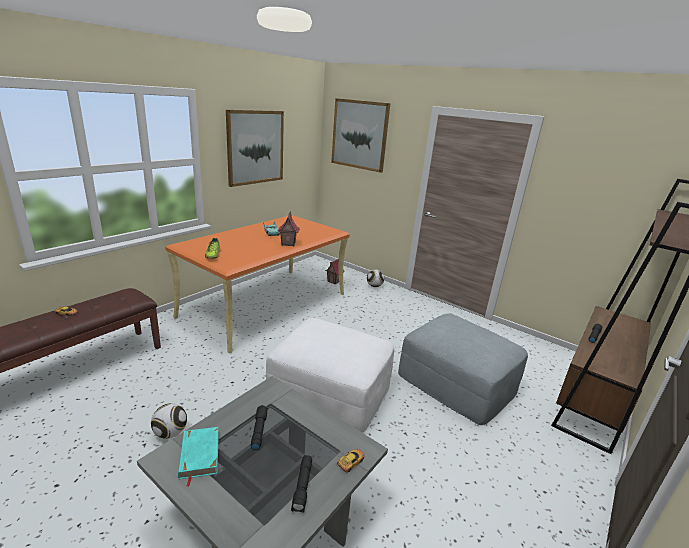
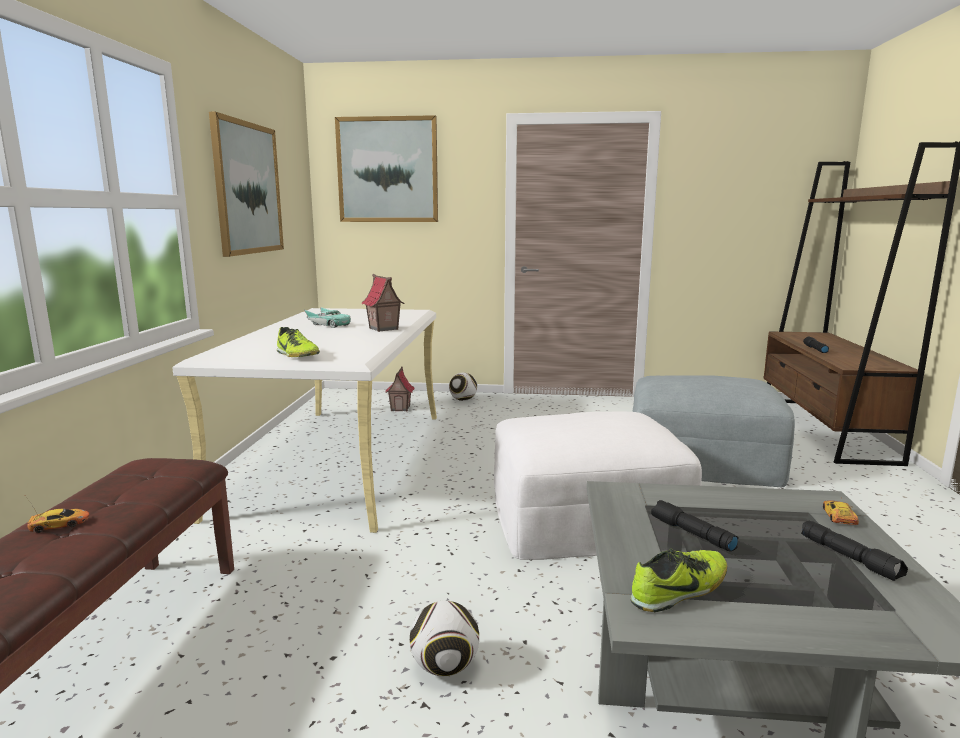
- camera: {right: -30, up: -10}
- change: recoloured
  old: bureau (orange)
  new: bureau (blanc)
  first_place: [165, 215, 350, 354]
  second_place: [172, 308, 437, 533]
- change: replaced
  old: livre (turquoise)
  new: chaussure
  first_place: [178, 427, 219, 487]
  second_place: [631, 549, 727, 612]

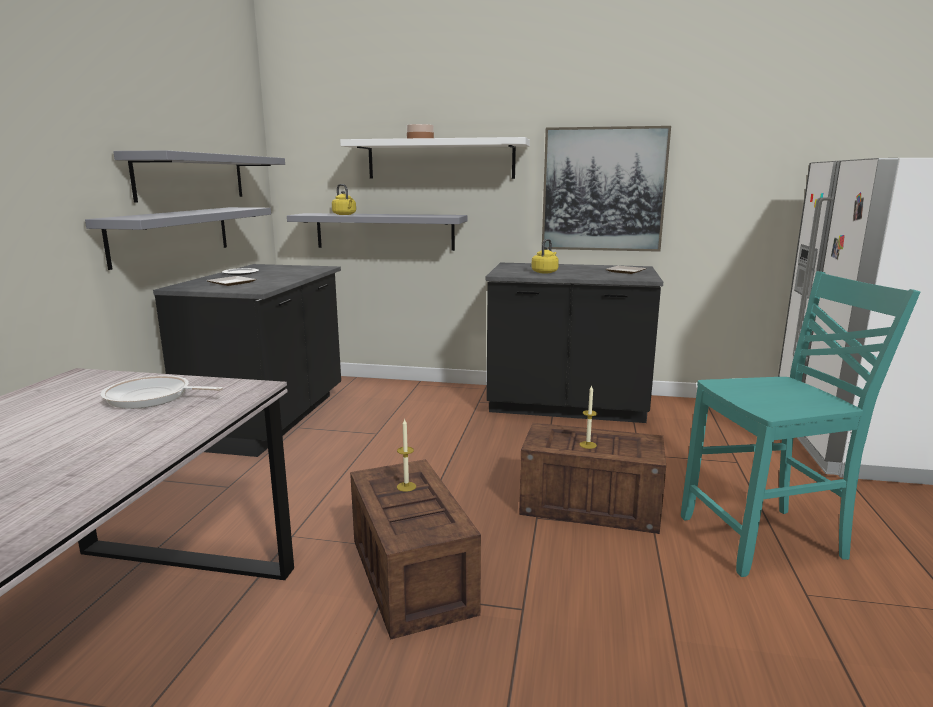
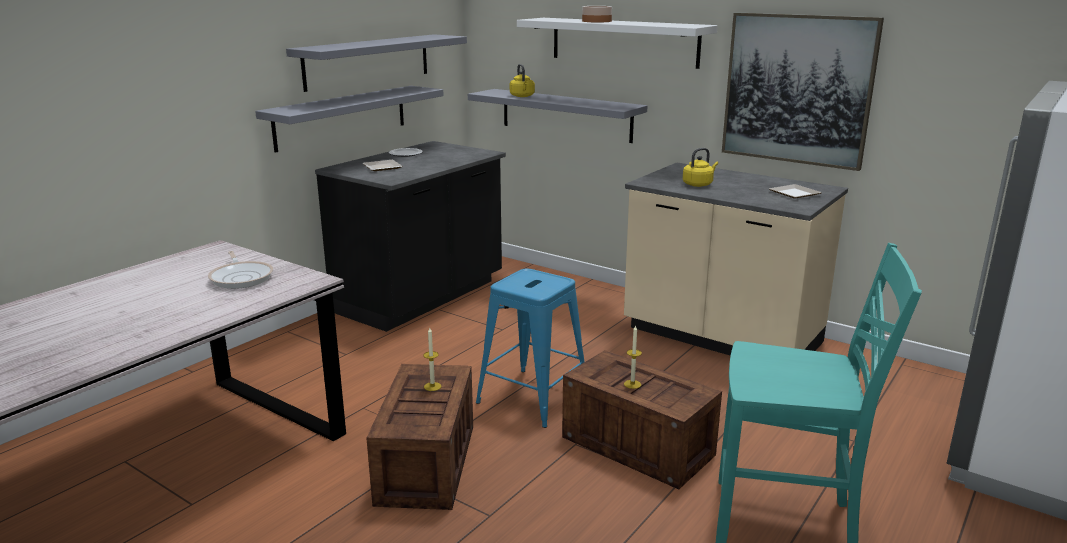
- camera: {right: 25, up: 5}
- change: recoloured
  old: comptoir de cuisine (noir)
  new: comptoir de cuisine (beige)
  first_place: [486, 263, 663, 423]
  second_place: [624, 162, 848, 356]
- change: turned
  old: poêle
  first_place: [101, 375, 223, 409]
  second_place: [208, 251, 273, 289]
  degrees: -150
- change: added
  new: tabouret (bleu)
  second_place: [476, 268, 584, 428]

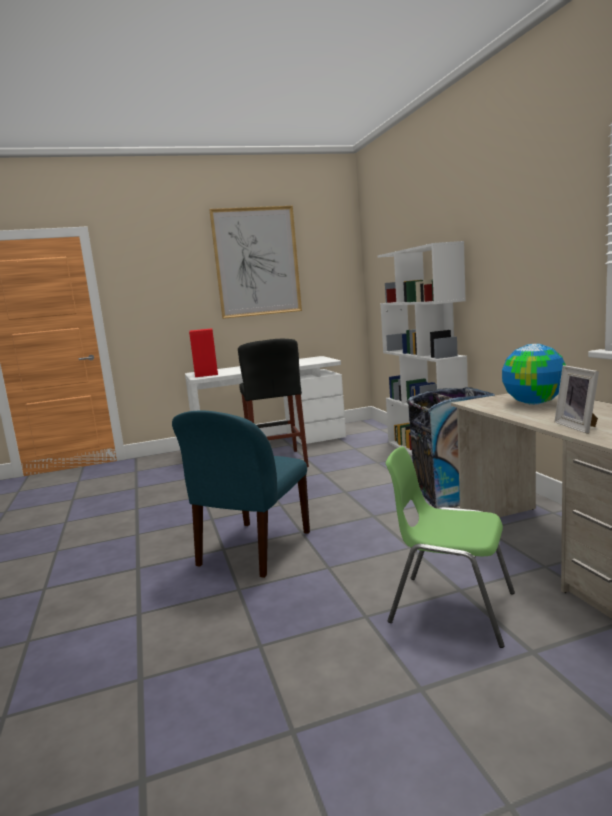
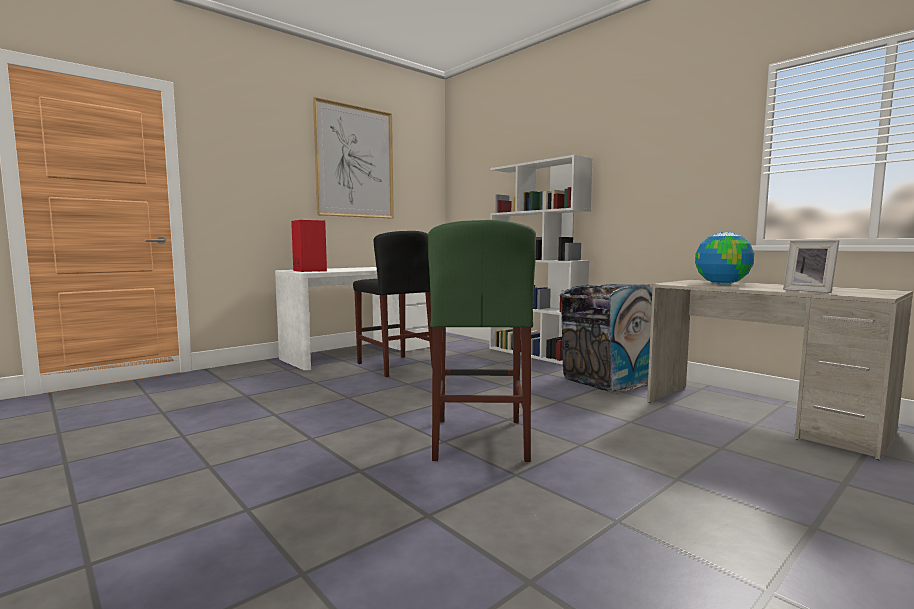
- camera: {right: -25, up: -5}
- change: replaced
  old: chaise (bleu)
  new: tabouret (vert)
  first_place: [172, 411, 310, 578]
  second_place: [428, 220, 536, 462]
- change: removed
  old: chaise (vert)
  first_place: [386, 447, 515, 648]

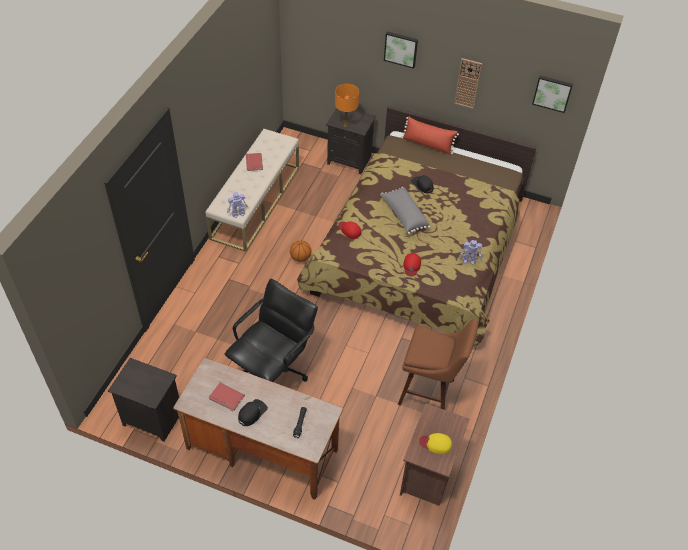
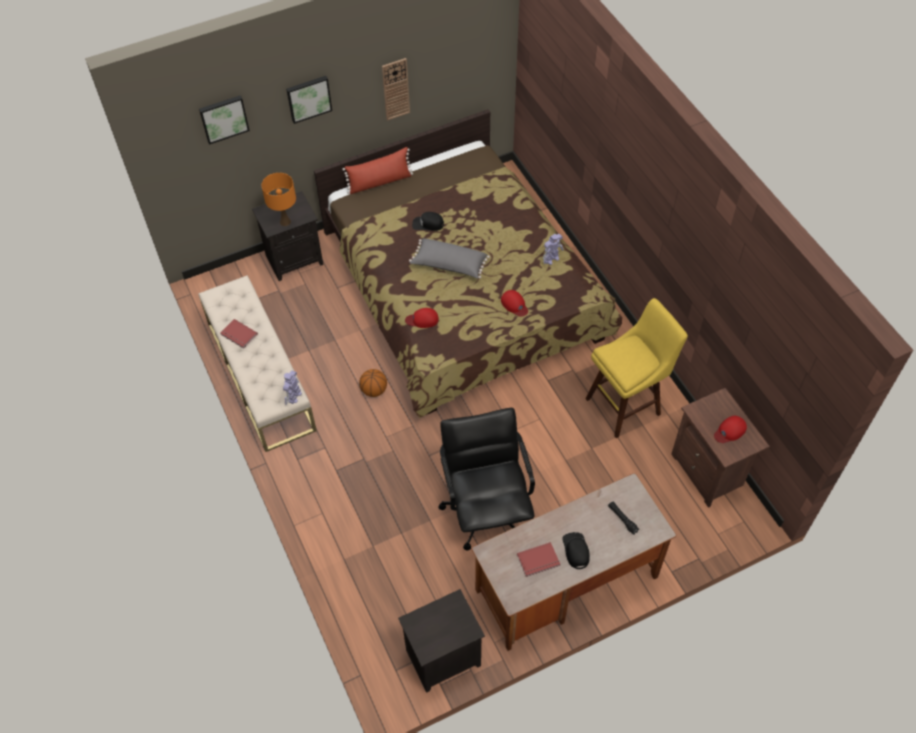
- camera: {right: -45, up: 5}
- change: moved
  old: tableau
  first_place: [532, 76, 573, 113]
  second_place: [199, 95, 250, 145]
- change: recoloured
  old: tabouret (marron)
  new: tabouret (jaune)
  first_place: [398, 319, 479, 410]
  second_place: [586, 298, 688, 438]
- change: recoloured
  old: casquette (jaune)
  new: casquette (rouge)
  first_place: [419, 433, 452, 454]
  second_place: [714, 416, 747, 443]

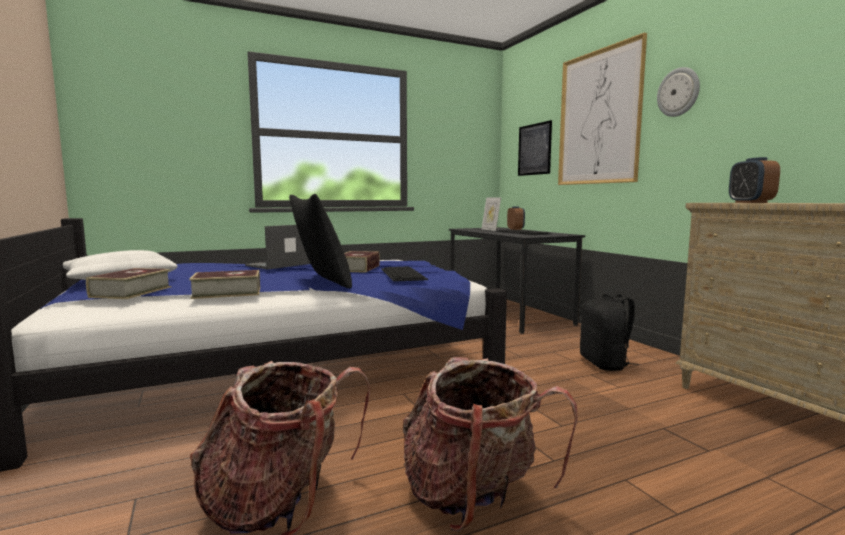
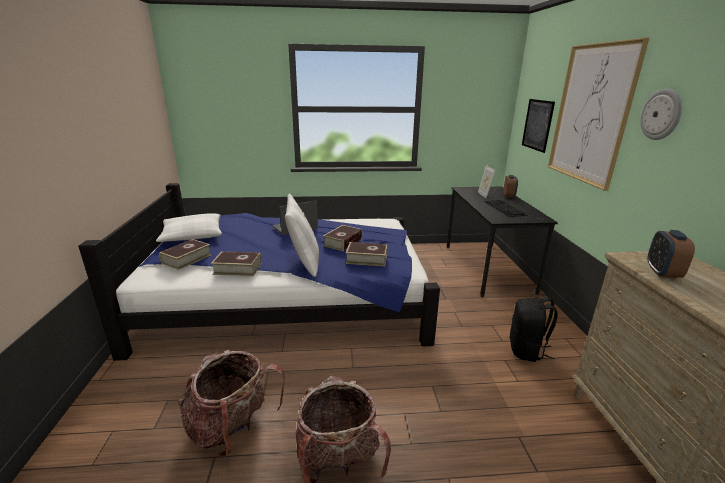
- camera: {right: 20, up: 15}
- change: recoloured
  old: coussin (noir)
  new: coussin (blanc)
  first_place: [289, 194, 352, 288]
  second_place: [285, 194, 319, 277]
- change: replaced
  old: clavier
  new: livre
  first_place: [381, 266, 428, 282]
  second_place: [346, 242, 387, 266]

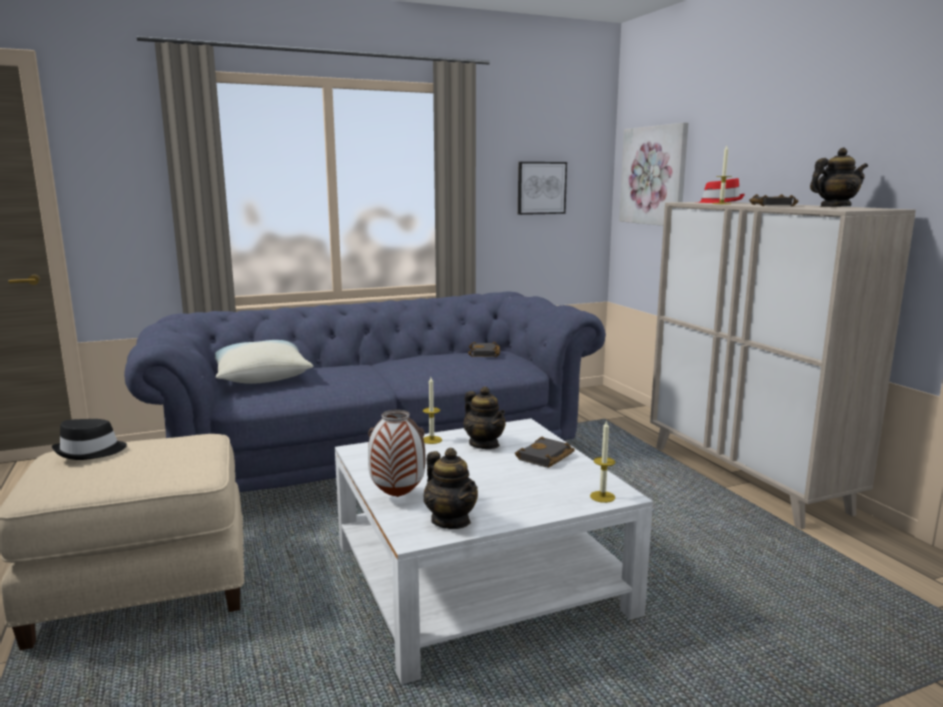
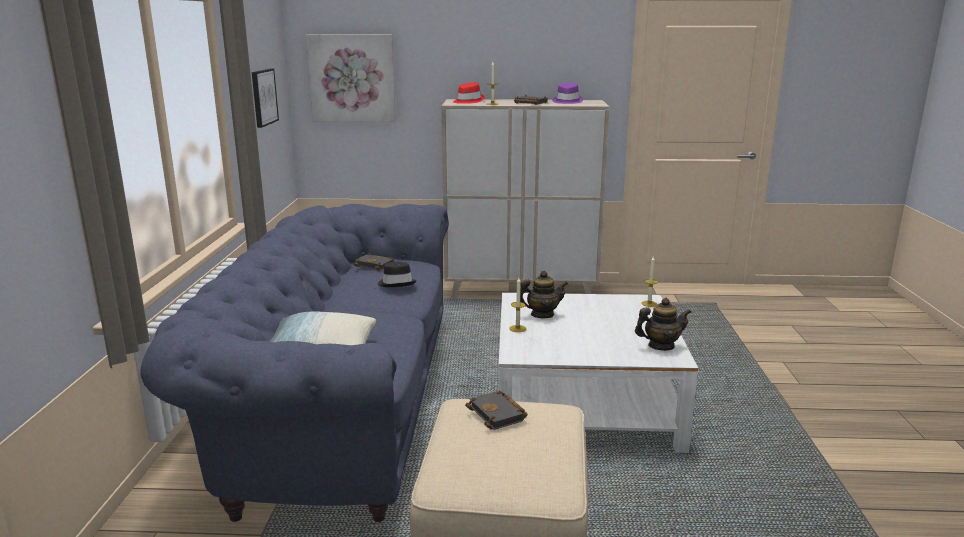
- camera: {right: -65, up: 5}
- change: replaced
  old: théière
  new: chapeau (violet)
  first_place: [810, 148, 868, 207]
  second_place: [552, 83, 583, 104]
- change: removed
  old: vase
  first_place: [368, 410, 425, 497]
- change: moved
  old: chapeau (noir)
  first_place: [52, 419, 127, 460]
  second_place: [378, 262, 417, 287]
- change: moved
  old: livre (noir)
  first_place: [515, 437, 575, 468]
  second_place: [465, 391, 528, 430]

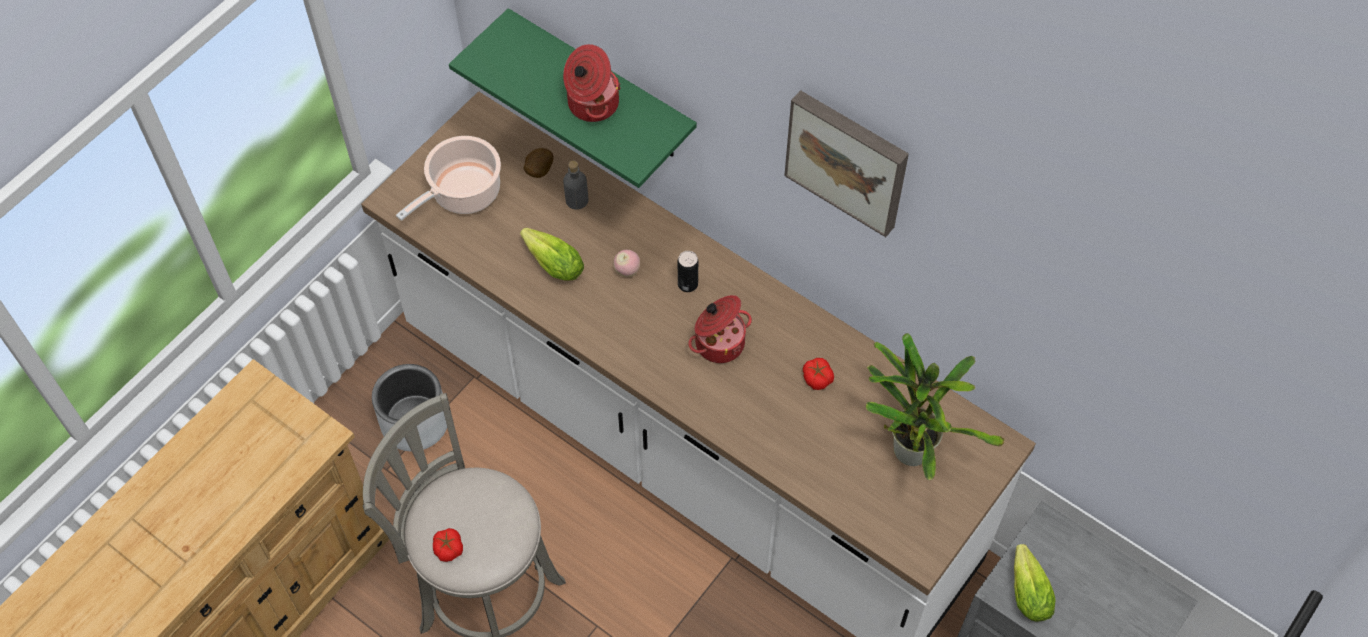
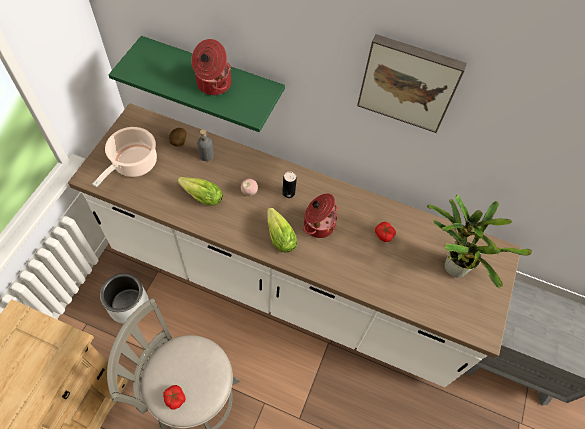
- camera: {right: -20, up: 0}
- change: moved
  old: laitue
  first_place: [1014, 544, 1056, 622]
  second_place: [267, 208, 297, 253]

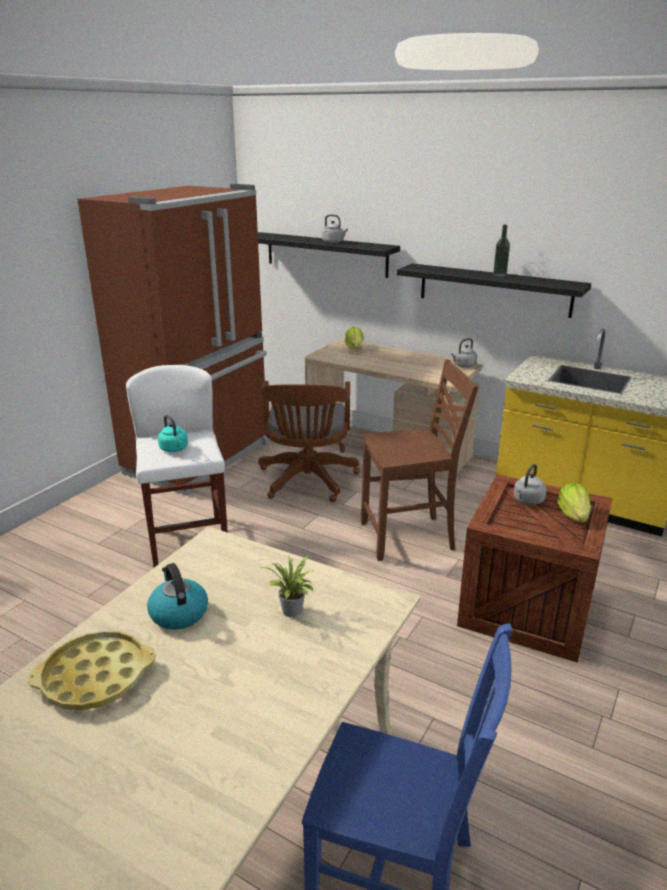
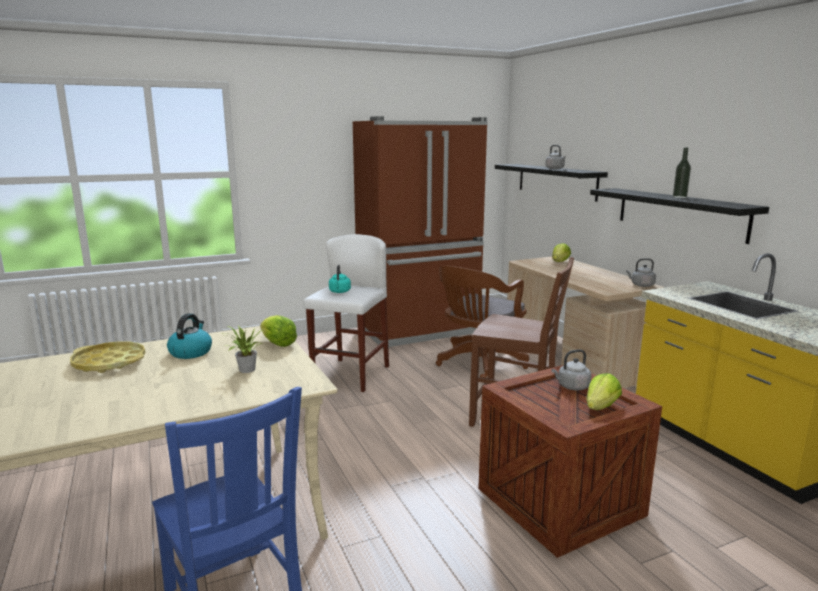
- camera: {right: 35, up: -10}
- change: added
  new: laitue
  second_place: [260, 315, 297, 347]

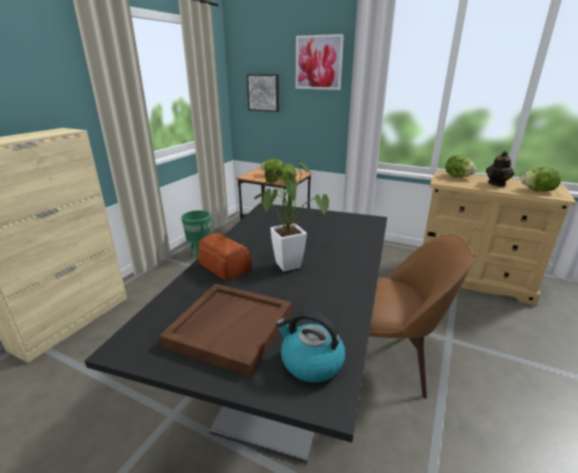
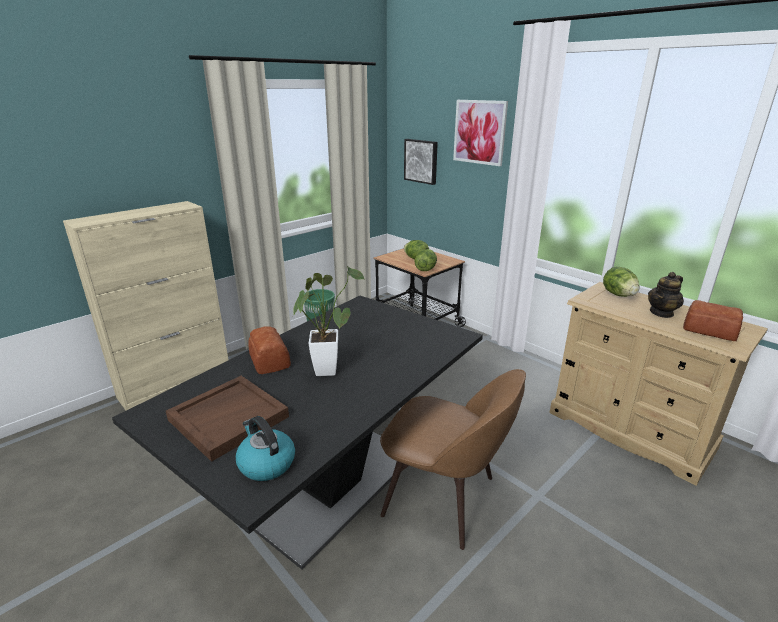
- camera: {right: 20, up: 0}
- change: replaced
  old: laitue
  new: pain
  first_place: [521, 167, 561, 191]
  second_place: [683, 300, 743, 341]

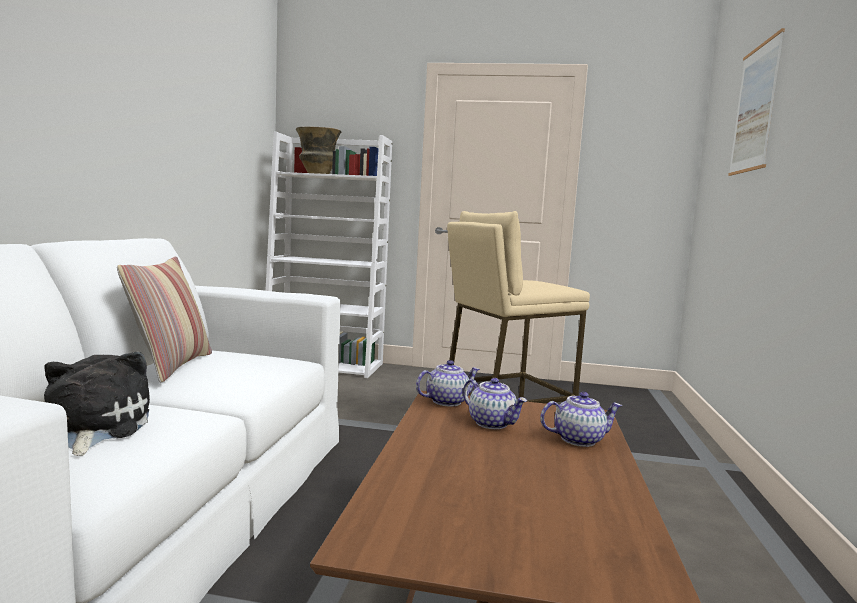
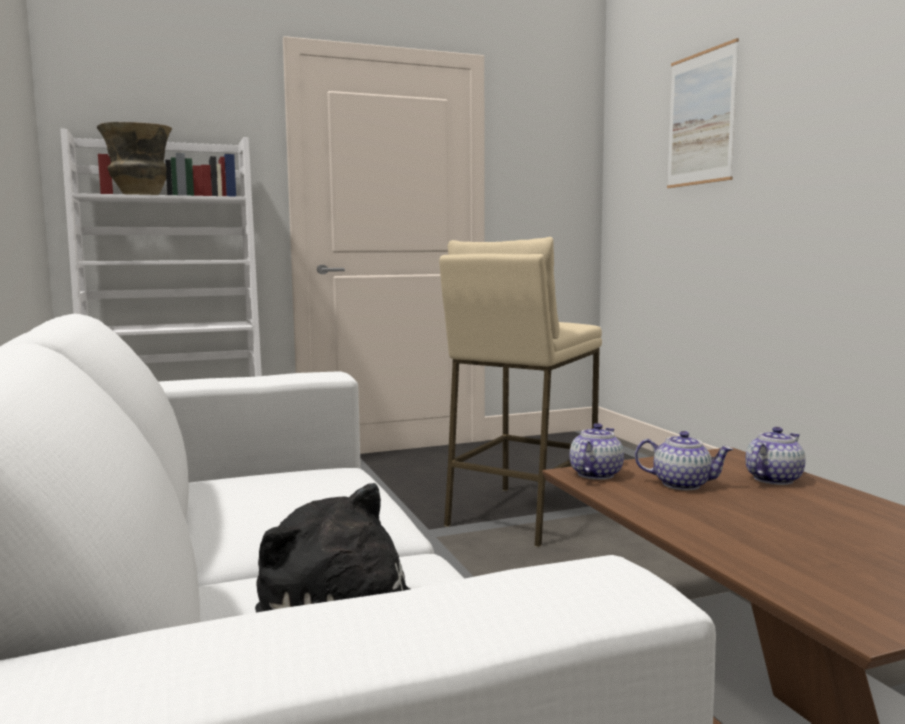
- camera: {right: -30, up: 0}
- change: removed
  old: coussin
  first_place: [117, 257, 212, 383]

